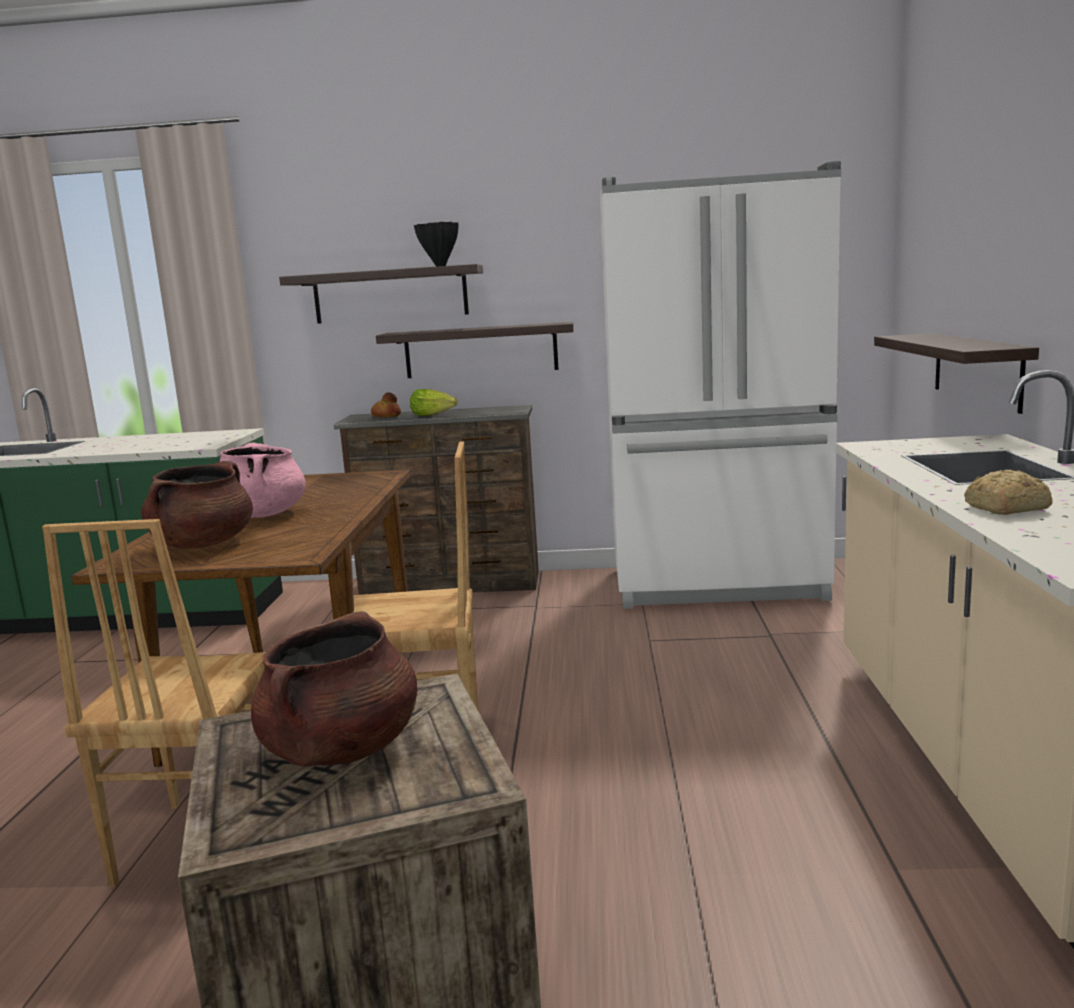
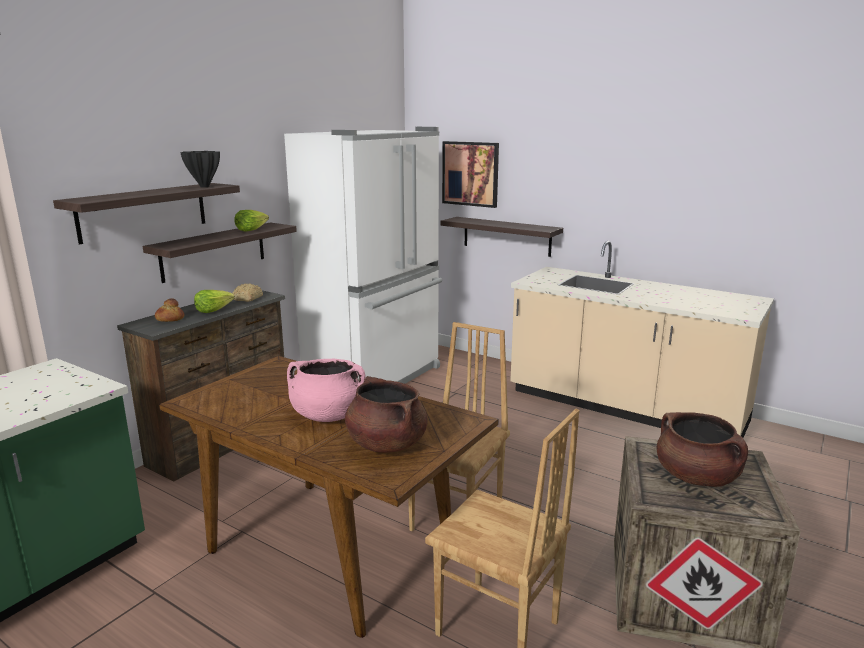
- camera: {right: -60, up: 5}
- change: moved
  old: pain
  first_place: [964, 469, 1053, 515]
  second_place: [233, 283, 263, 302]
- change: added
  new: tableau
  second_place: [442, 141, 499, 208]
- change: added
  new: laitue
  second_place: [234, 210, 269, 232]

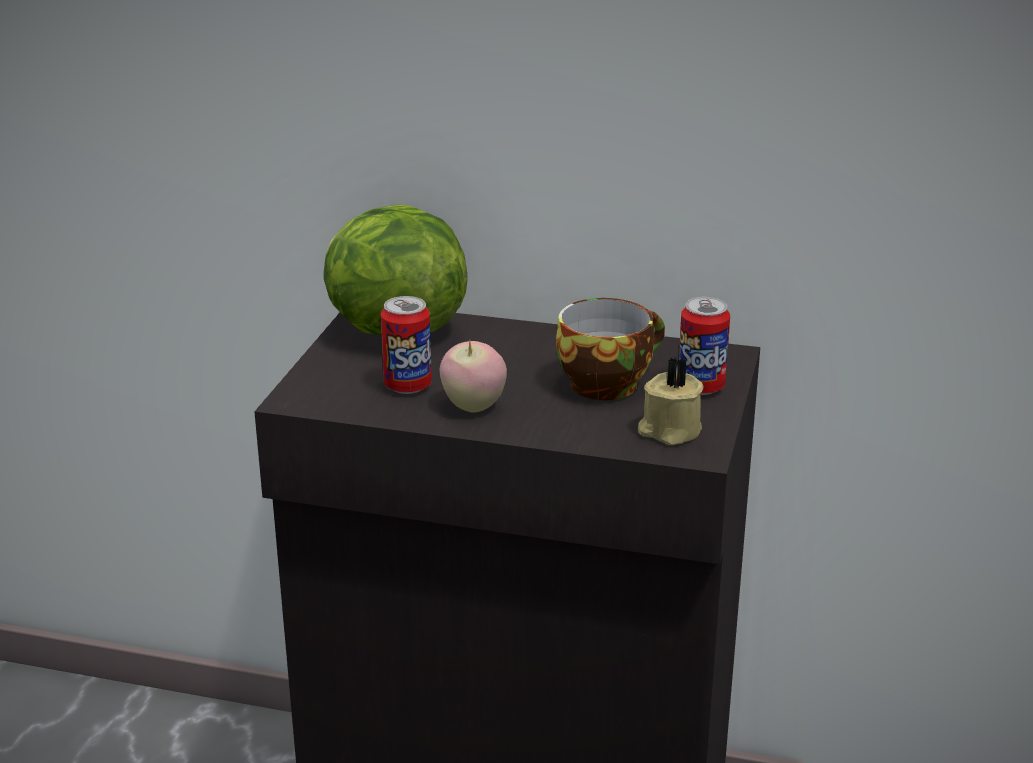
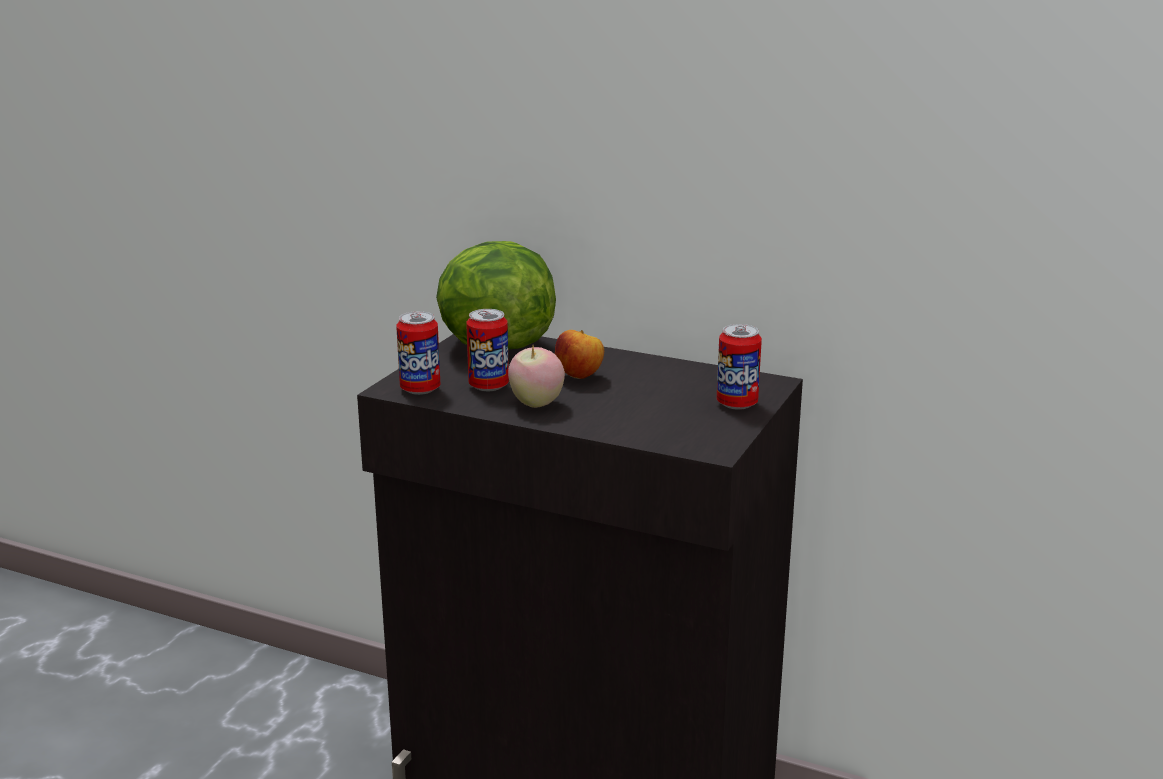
- camera: {right: 10, up: -5}
- change: removed
  old: tasse
  first_place: [556, 298, 665, 400]
- change: removed
  old: bougie (beige)
  first_place: [638, 357, 703, 445]
- change: added
  new: boîte métallique
  second_place: [396, 311, 440, 395]
- change: added
  new: pomme
  second_place: [555, 330, 604, 379]

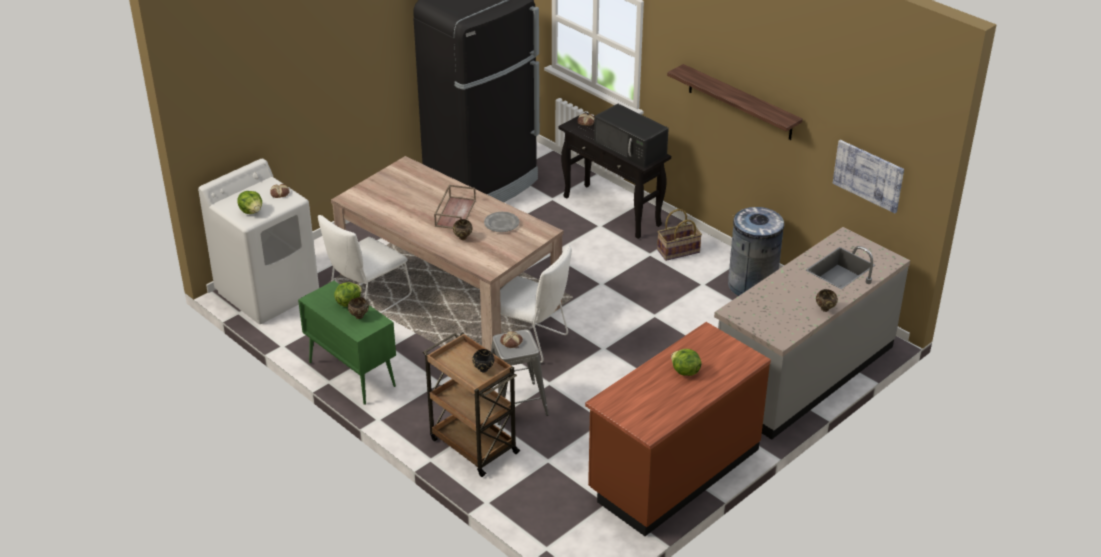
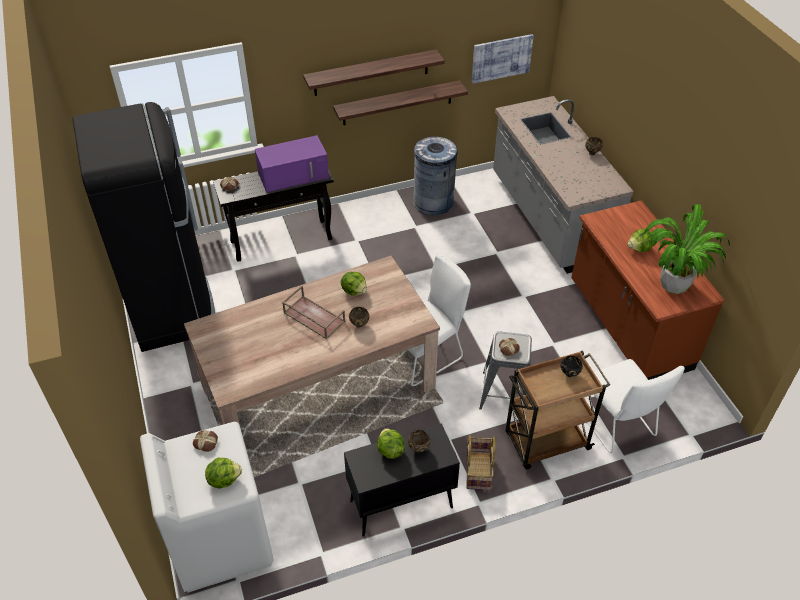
- camera: {right: -65, up: 10}
- change: recoloured
  old: micro-ondes (noir)
  new: micro-ondes (violet)
  first_place: [594, 104, 669, 168]
  second_place: [255, 135, 329, 193]
- change: moved
  old: panier
  first_place: [657, 209, 702, 261]
  second_place: [467, 435, 495, 490]
- change: replaced
  old: assiette (gris)
  new: laitue
  first_place: [484, 212, 519, 232]
  second_place: [341, 272, 367, 296]
- change: moved
  old: chaise (blanc)
  first_place: [318, 215, 412, 314]
  second_place: [587, 359, 685, 453]
- change: recoloured
  old: meuble de rangement (vert)
  new: meuble de rangement (noir)
  first_place: [298, 281, 396, 405]
  second_place: [344, 423, 460, 537]
- change: added
  new: étagère
  second_place: [333, 80, 468, 125]
- change: added
  new: plante en pot
  second_place: [643, 204, 730, 294]

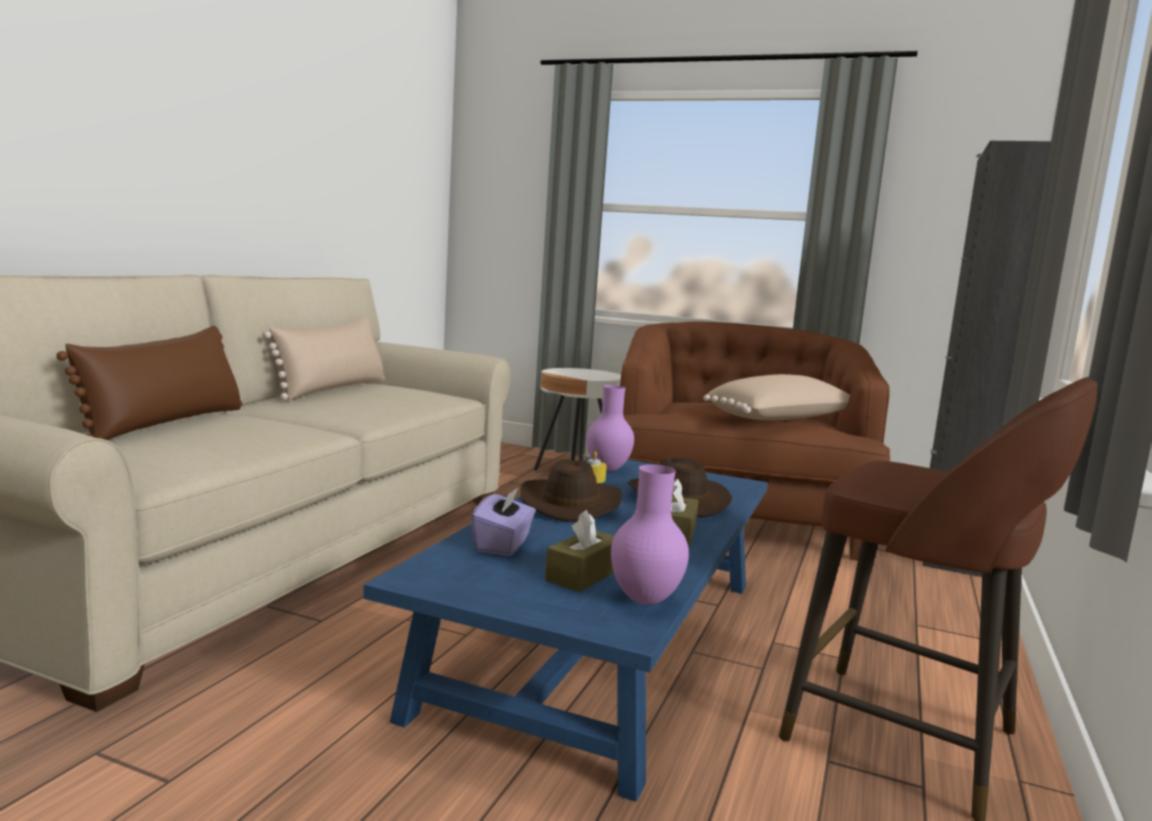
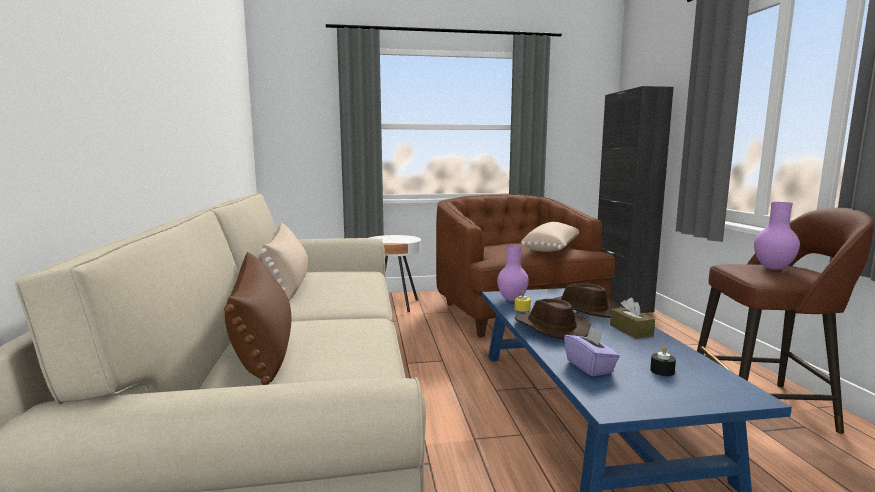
- camera: {right: -30, up: 0}
- change: moved
  old: vase (violet)
  first_place: [611, 464, 689, 605]
  second_place: [754, 202, 800, 270]
- change: replaced
  old: boîte à mouchoirs (marron)
  new: bougie (noir)
  first_place: [545, 510, 614, 592]
  second_place: [650, 346, 676, 376]

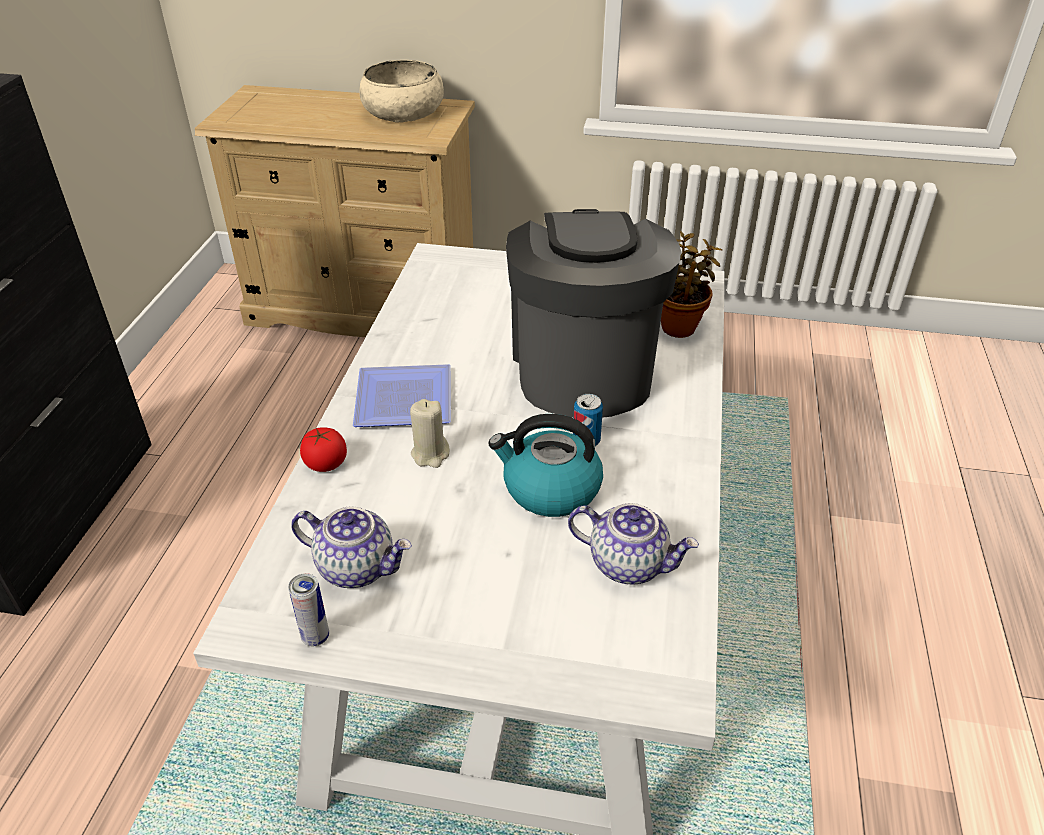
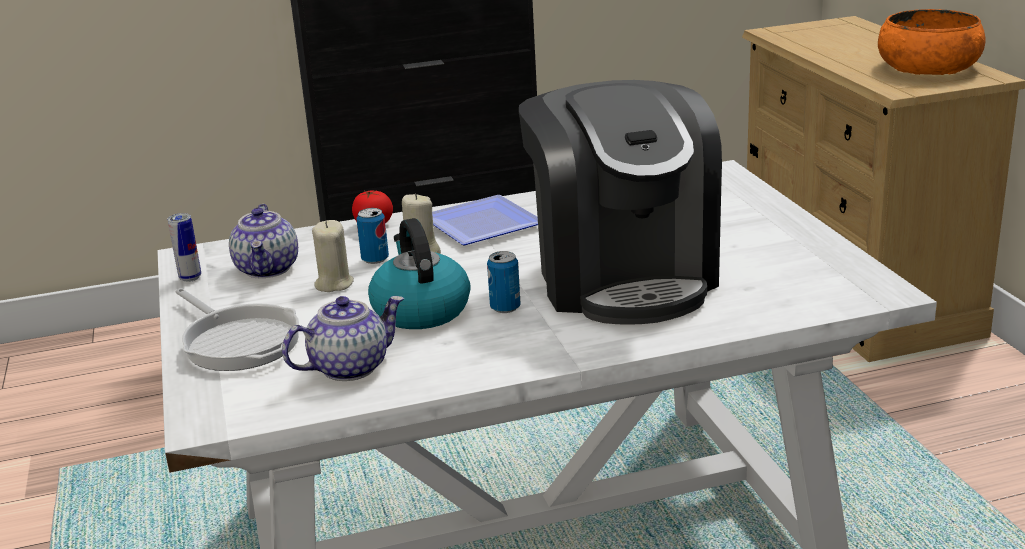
- camera: {right: 65, up: -15}
- change: recoloured
  old: bol (beige)
  new: bol (orange)
  first_place: [359, 60, 444, 122]
  second_place: [878, 9, 985, 75]
- change: turned
  old: machine à café
  first_place: [506, 209, 681, 418]
  second_place: [519, 80, 722, 325]
  degrees: 105
- change: removed
  old: plante en pot
  first_place: [661, 231, 723, 338]
- change: turned
  old: théière
  first_place: [568, 503, 699, 584]
  second_place: [282, 296, 404, 381]
  degrees: -120
- change: added
  new: boîte métallique
  second_place: [356, 208, 389, 264]
- change: added
  new: bougie (beige)
  second_place: [312, 220, 354, 292]
- change: added
  new: poêle
  second_place: [176, 288, 299, 371]

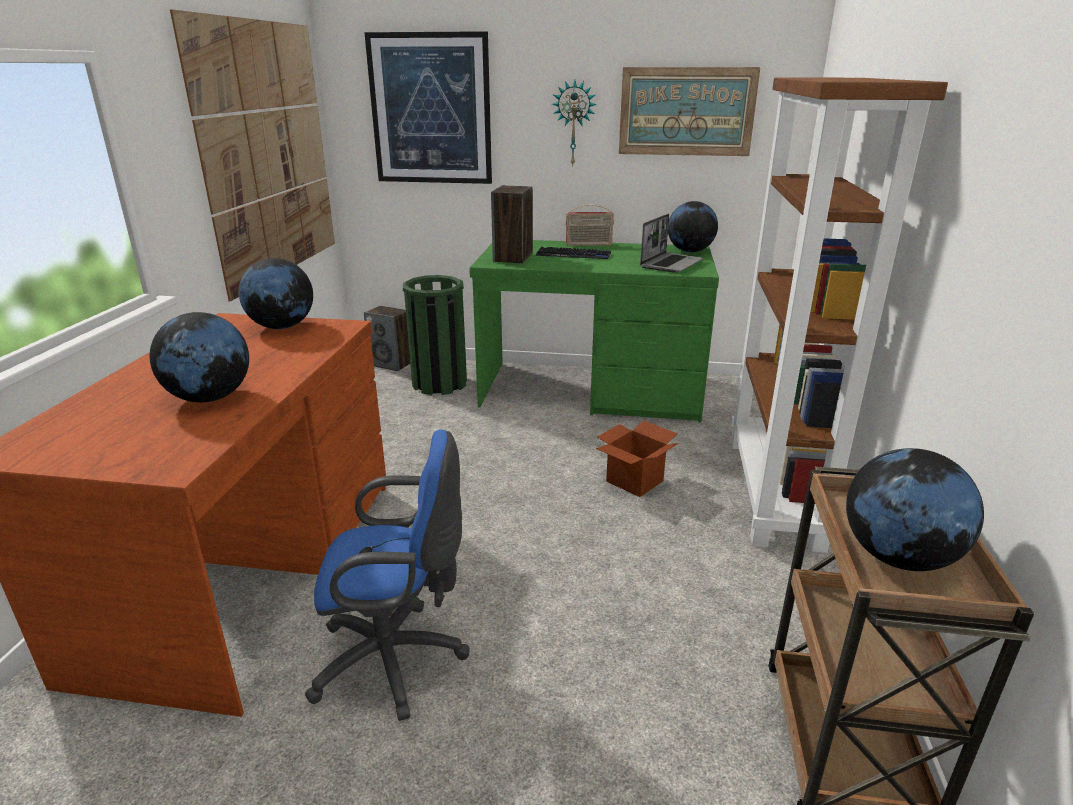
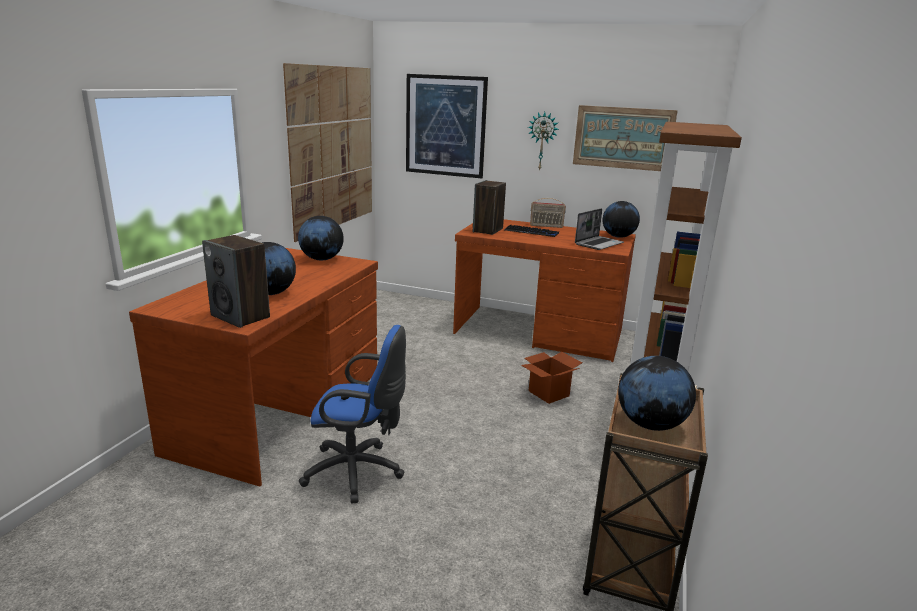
- camera: {right: 10, up: -5}
- change: recoloured
  old: bureau (vert)
  new: bureau (marron)
  first_place: [469, 240, 719, 423]
  second_place: [453, 219, 636, 362]
- change: removed
  old: poubelle (vert)
  first_place: [403, 275, 467, 395]
- change: moved
  old: enceinte
  first_place: [364, 306, 410, 371]
  second_place: [202, 235, 270, 328]

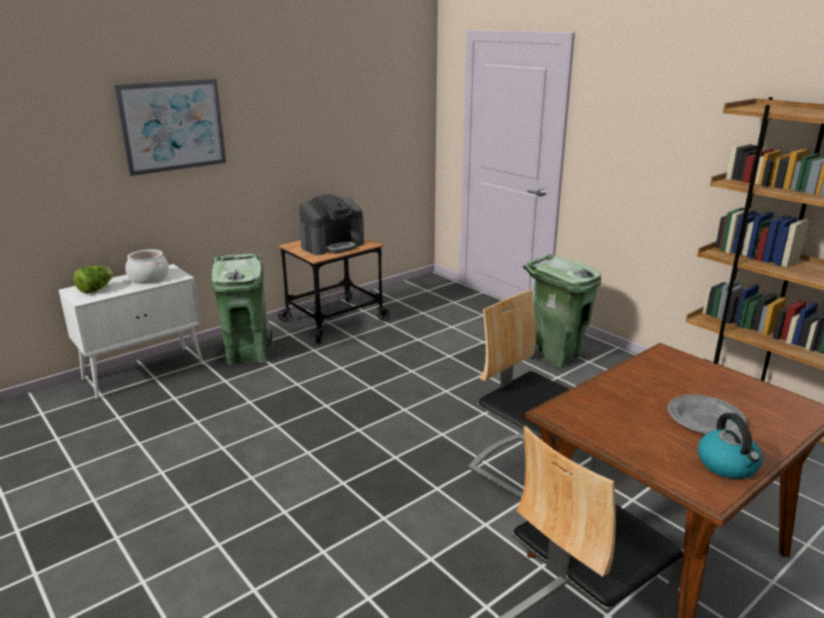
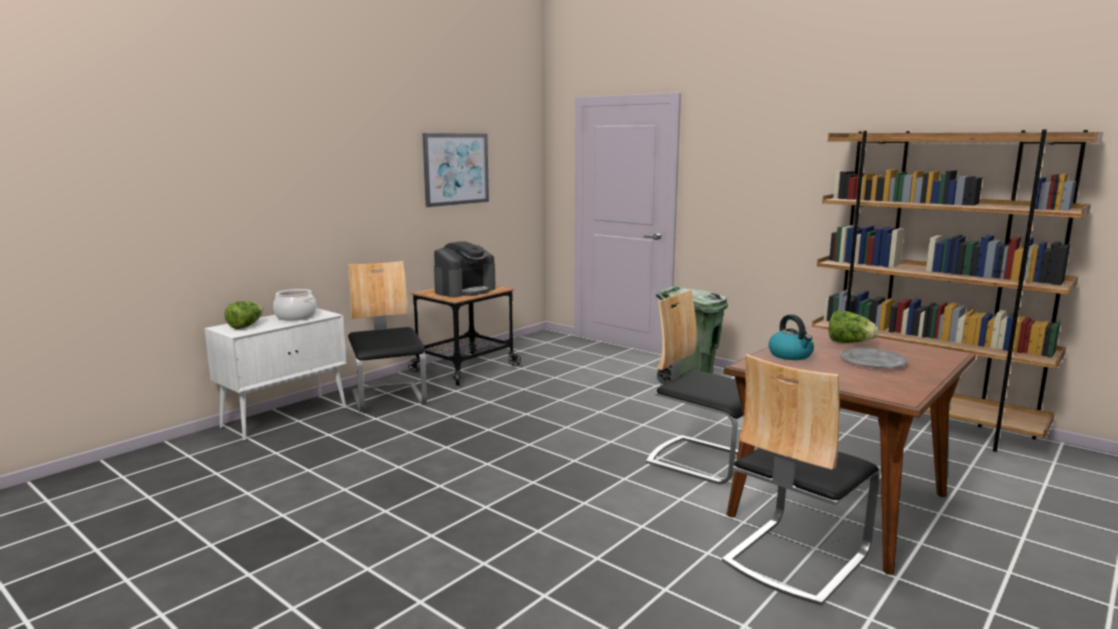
- camera: {right: -10, up: -10}
- change: moved
  old: tableau
  first_place: [114, 79, 226, 176]
  second_place: [422, 133, 489, 207]
- change: replaced
  old: poubelle (vert)
  new: chaise
  first_place: [211, 254, 273, 365]
  second_place: [348, 261, 427, 412]
- change: moved
  old: bouilloire
  first_place: [698, 413, 763, 479]
  second_place: [768, 314, 814, 360]
- change: added
  new: laitue
  second_place: [829, 311, 878, 343]

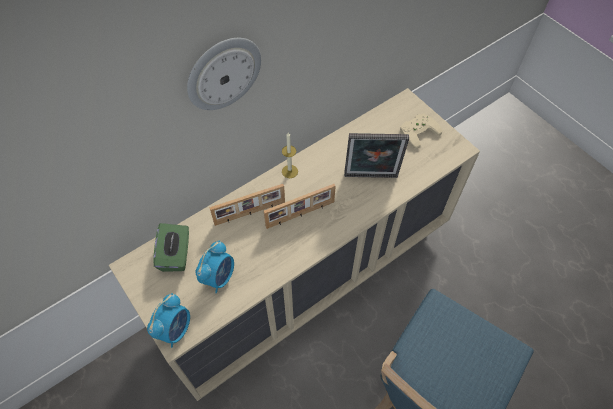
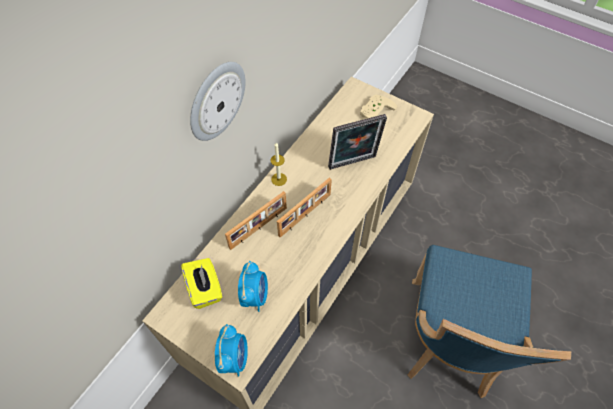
- camera: {right: -20, up: 0}
- change: recoloured
  old: boîte à mouchoirs (vert)
  new: boîte à mouchoirs (jaune)
  first_place: [153, 223, 189, 272]
  second_place: [181, 258, 222, 309]

